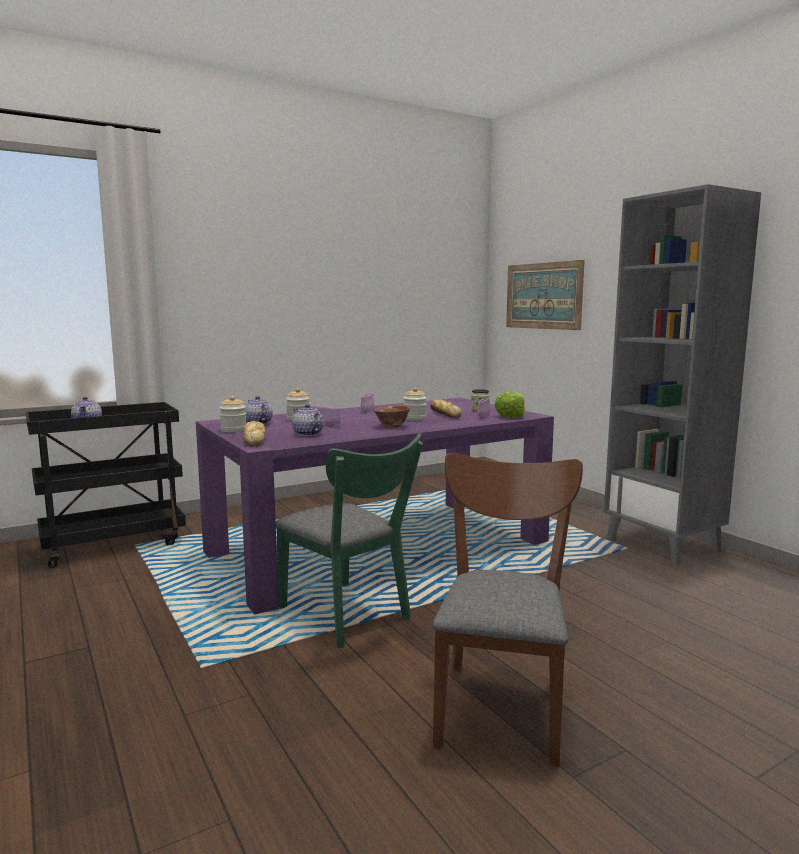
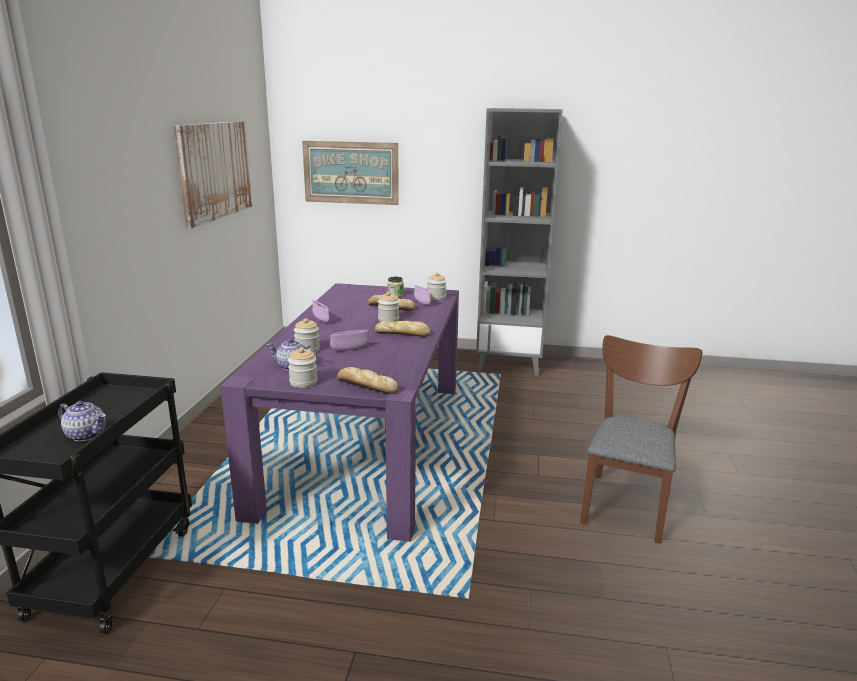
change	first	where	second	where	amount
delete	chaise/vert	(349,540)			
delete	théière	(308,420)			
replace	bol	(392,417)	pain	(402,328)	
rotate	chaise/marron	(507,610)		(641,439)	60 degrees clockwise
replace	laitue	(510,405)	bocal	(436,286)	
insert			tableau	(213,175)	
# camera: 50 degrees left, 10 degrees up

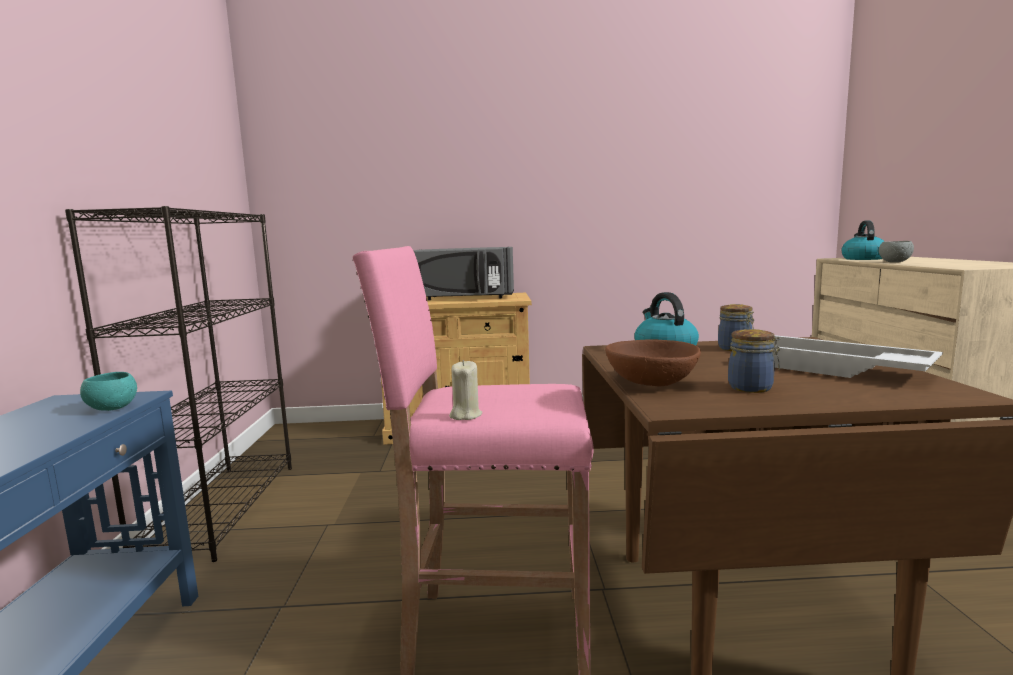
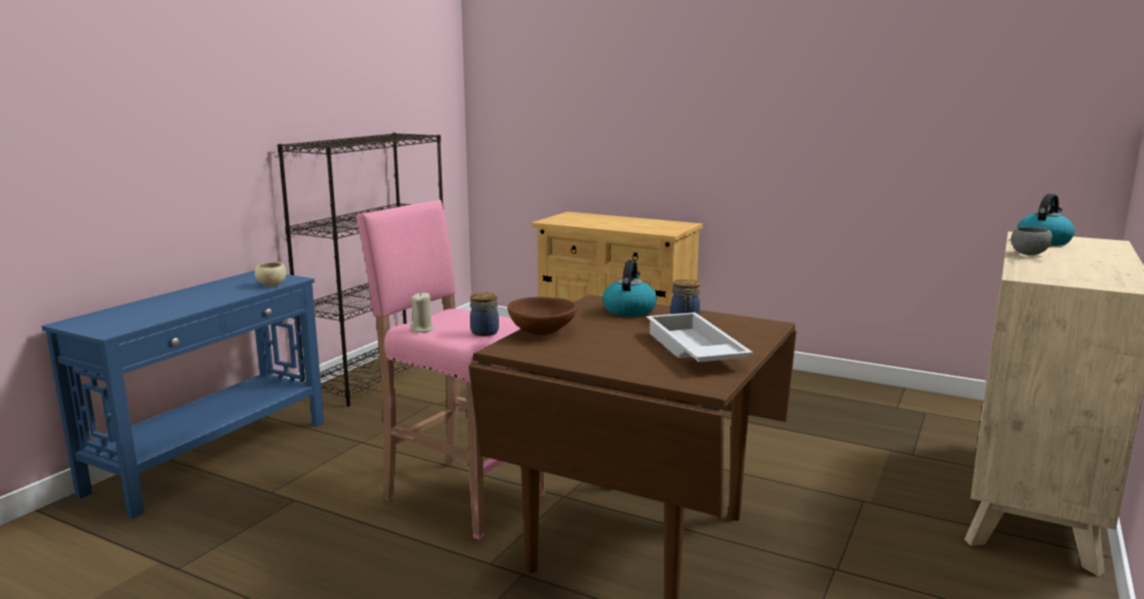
change	first	where	second	where	amount
recolor	bol/turquoise	(108,391)	bol/beige	(270,274)	
delete	micro-ondes/gris	(463,273)			
move	bocal	(754,361)		(484,314)	
# camera: 30 degrees right, 5 degrees up

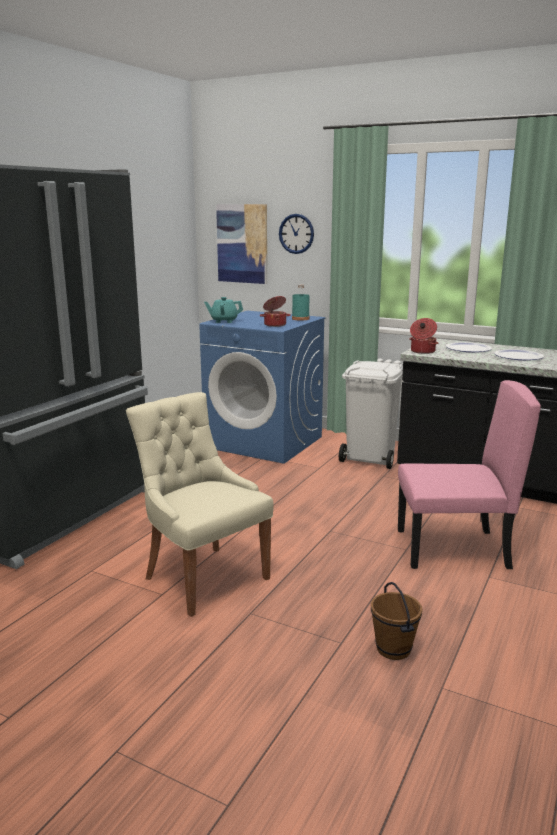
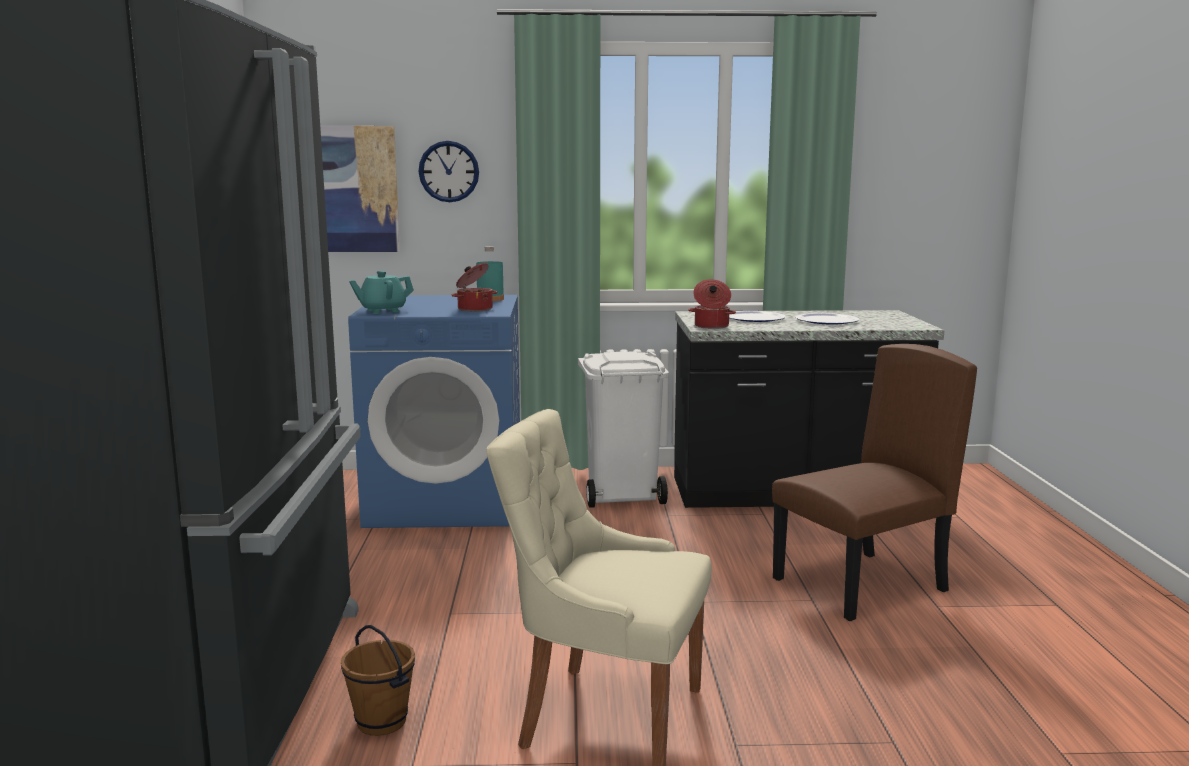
change	first	where	second	where	amount
move	seau/marron	(397,621)		(378,680)	
recolor	chaise/rose	(469,474)	chaise/marron	(874,482)	
# camera: 30 degrees left, 5 degrees down

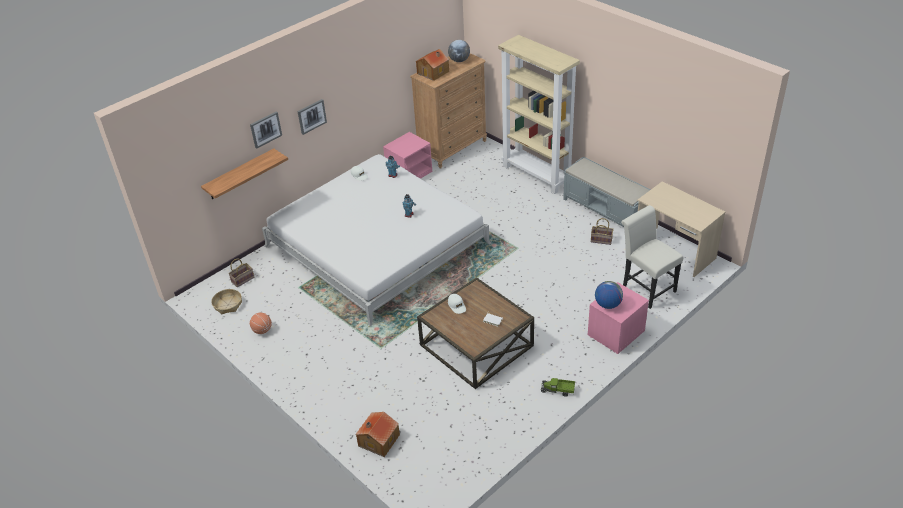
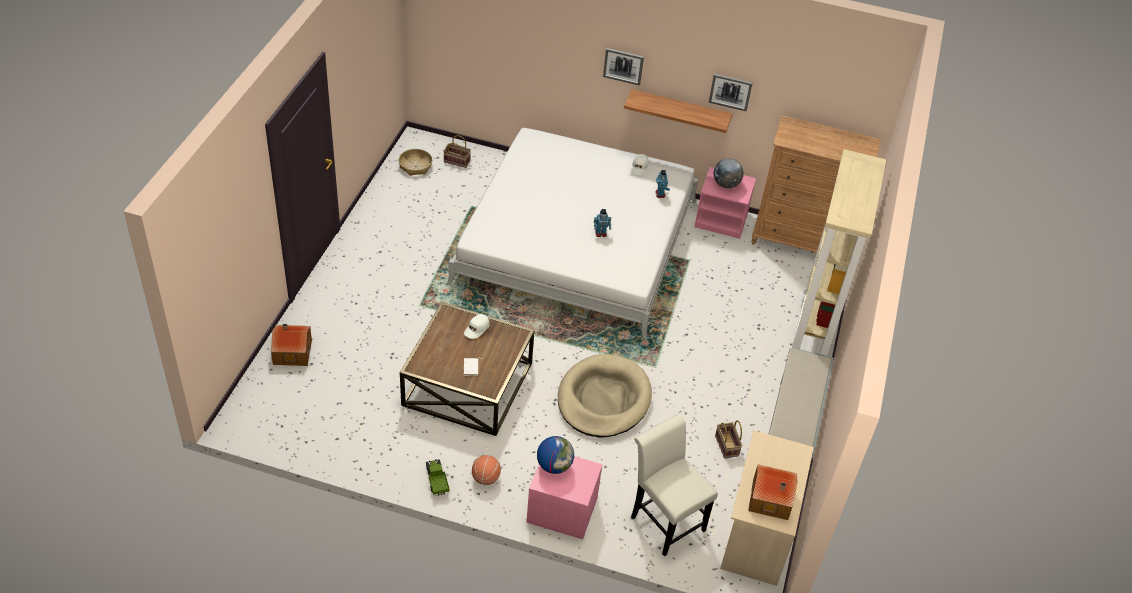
change	first	where	second	where	amount
move	étagère	(244,173)		(678,111)	
move	tableau	(266,130)		(731,92)	
move	ballon de basket	(261,323)		(486,470)	
move	maison miniature	(432,65)		(773,492)	
move	globe	(459,51)		(729,173)	
rotate	chaise/blanc	(652,257)		(674,485)	60 degrees counterclockwise
insert			panier pour chien/beige	(605,395)	
# camera: 55 degrees right, 5 degrees up

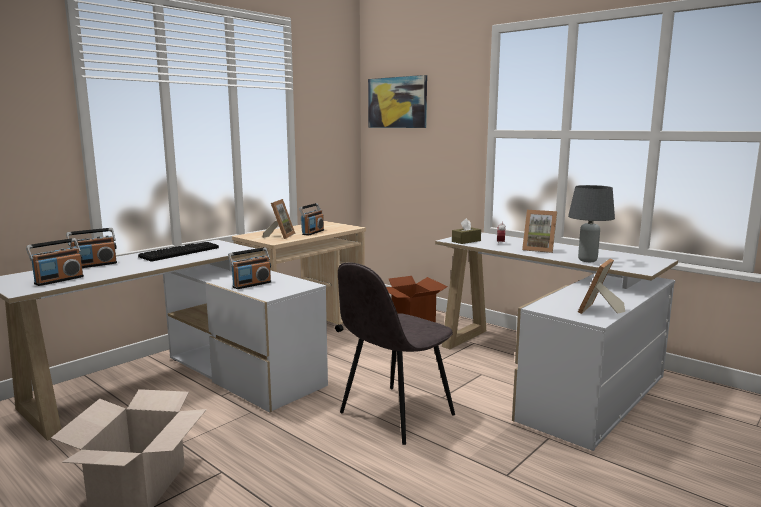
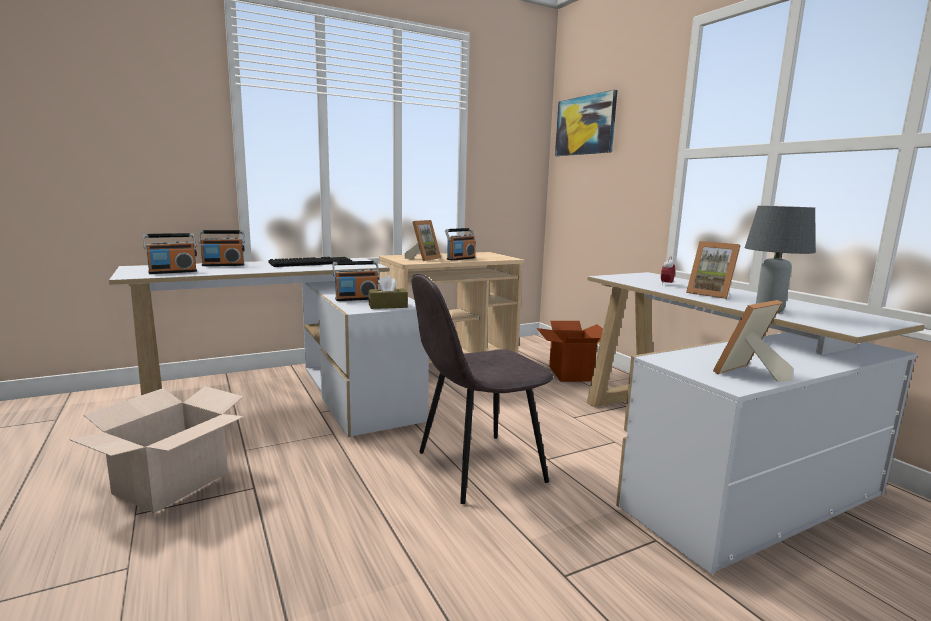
change	first	where	second	where	amount
move	boîte à mouchoirs/marron	(466,231)		(388,292)	
# camera: 20 degrees right, 0 degrees up

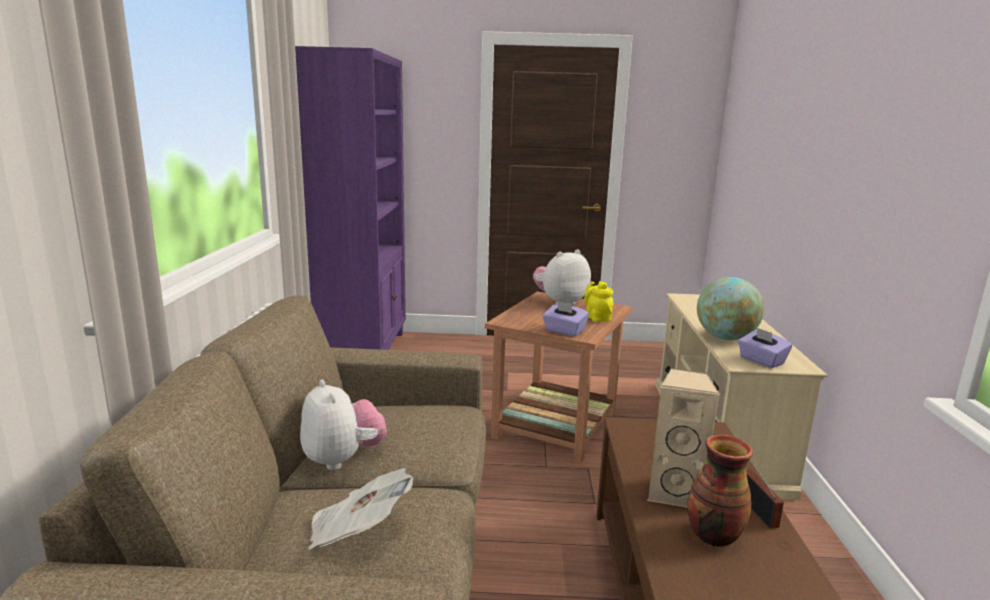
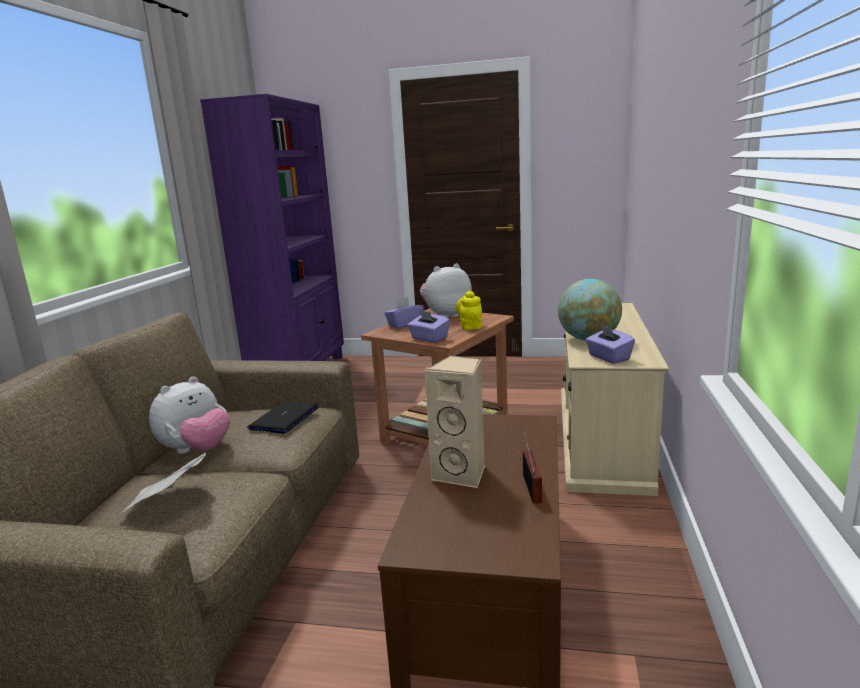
change	first	where	second	where	amount
rotate	peluche	(343,424)		(189,415)	60 degrees clockwise
delete	vase	(720,491)			
insert			ordinateur portable	(283,417)	
insert			boîte à mouchoirs/violet	(404,313)	
# camera: 10 degrees right, 0 degrees up

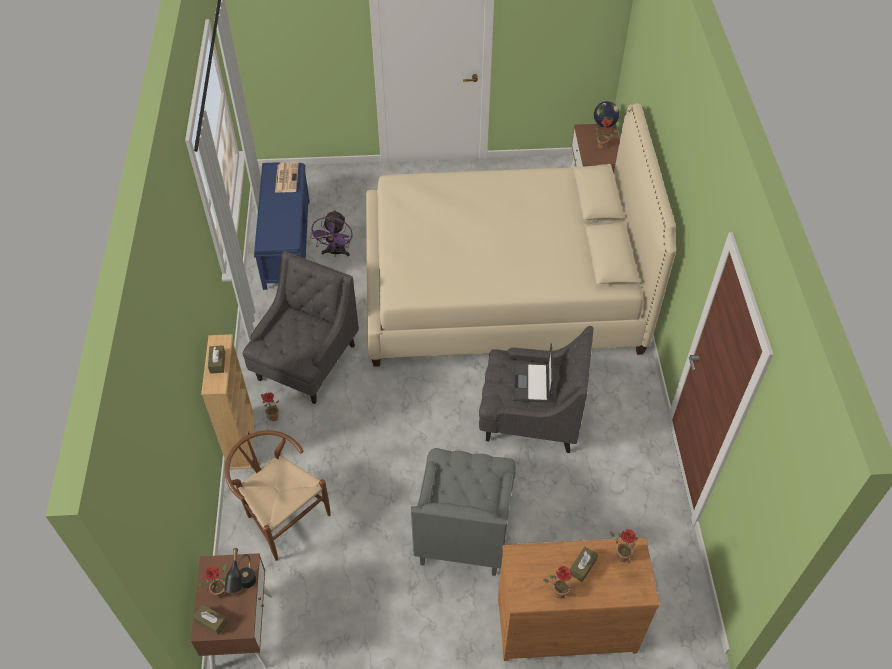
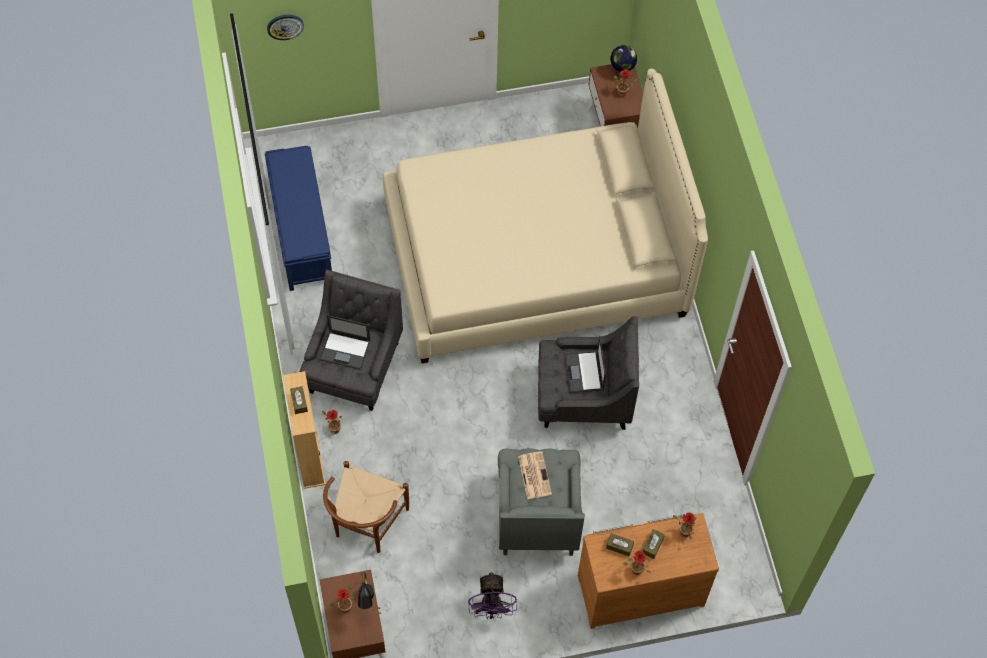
change	first	where	second	where	amount
move	boîte à mouchoirs/marron	(210,619)		(620,544)	
rotate	chaise/marron	(278,495)		(366,507)	105 degrees counterclockwise
move	journal	(287,177)		(535,475)	
move	ventilateur/violet	(331,233)		(492,595)	
insert			horloge murale	(285,27)	
insert			ordinateur portable	(345,342)	
# camera: 10 degrees left, 10 degrees up

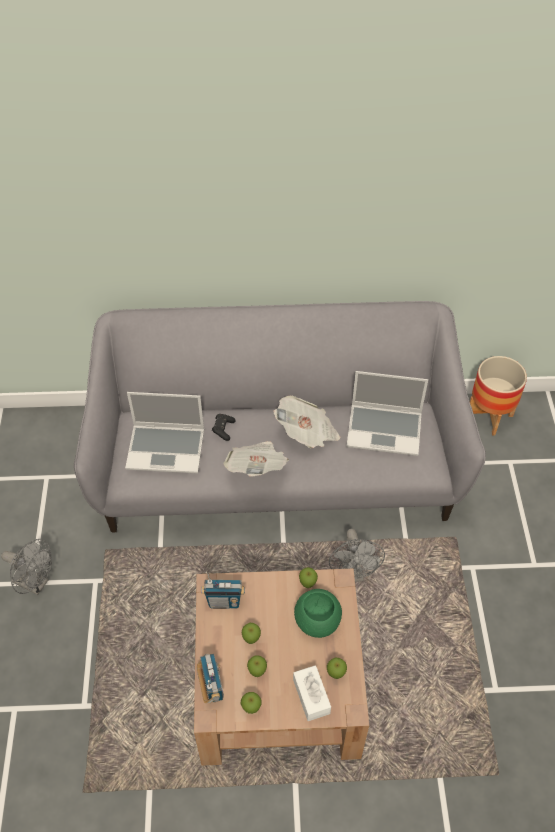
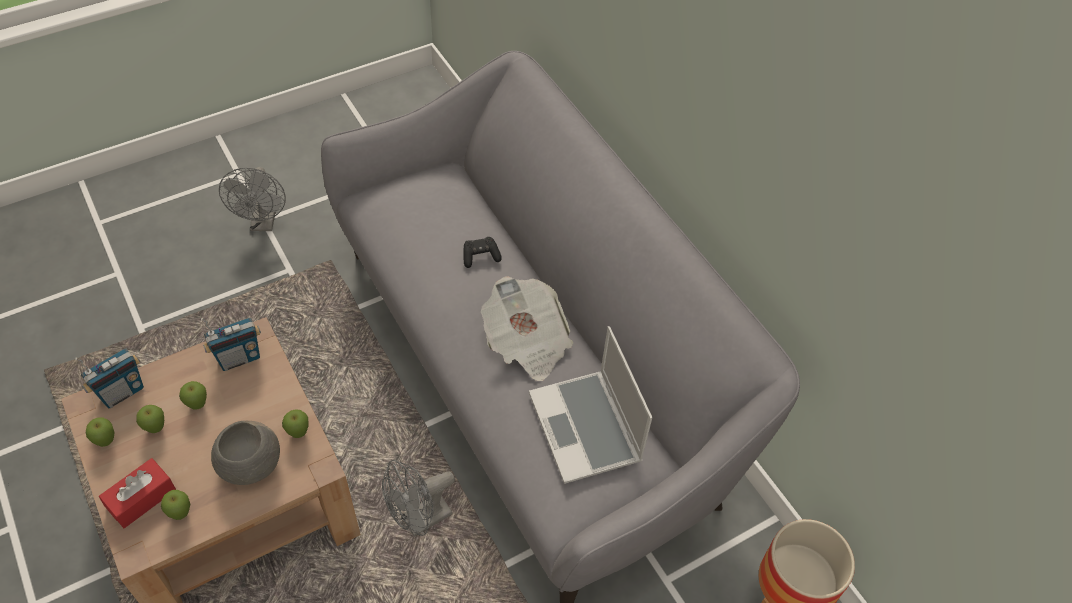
change	first	where	second	where	amount
delete	ordinateur portable	(164,433)			
rotate	radio	(223,590)		(231,344)	90 degrees counterclockwise
delete	journal	(256,459)			
recolor	boîte à mouchoirs/blanc	(312,693)	boîte à mouchoirs/rouge	(137,493)	
recolor	bol/vert	(318,613)	bol/gris	(245,453)	
# camera: 60 degrees right, 0 degrees up

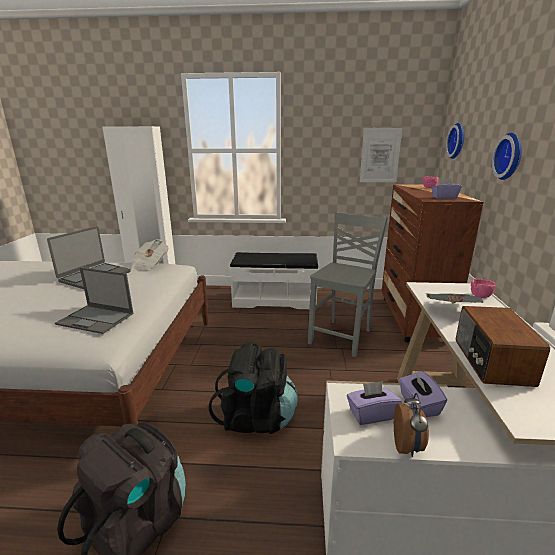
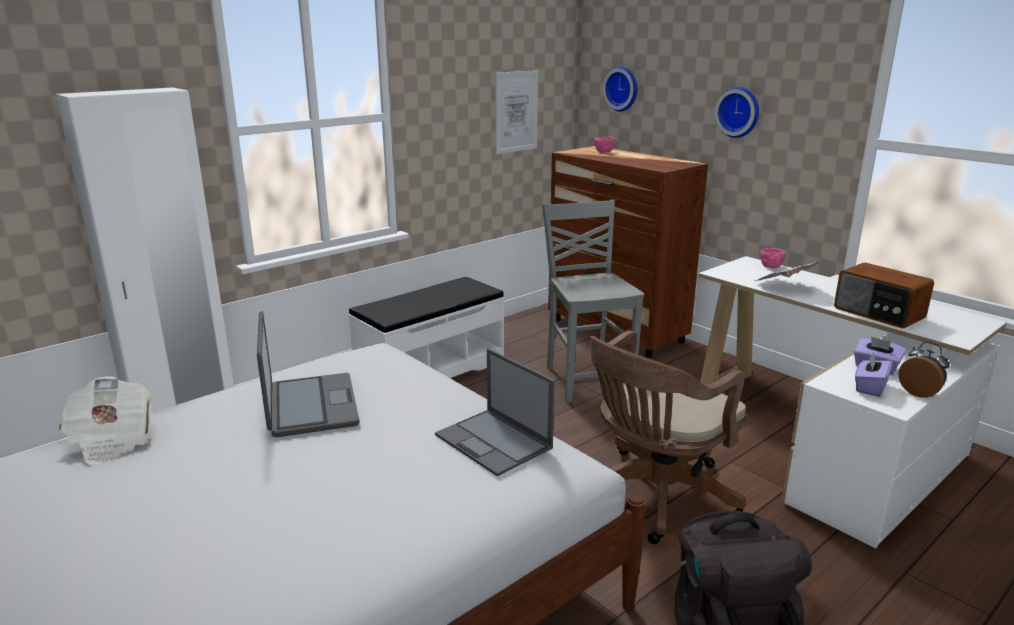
change	first	where	second	where	amount
rotate	ordinateur portable	(94,300)		(495,412)	75 degrees clockwise
move	journal	(149,255)		(105,420)	
replace	sac à dos/noir	(253,388)	chaise de bureau/marron	(669,437)	
delete	boîte à mouchoirs/violet	(446,188)			
# camera: 45 degrees left, 0 degrees up

